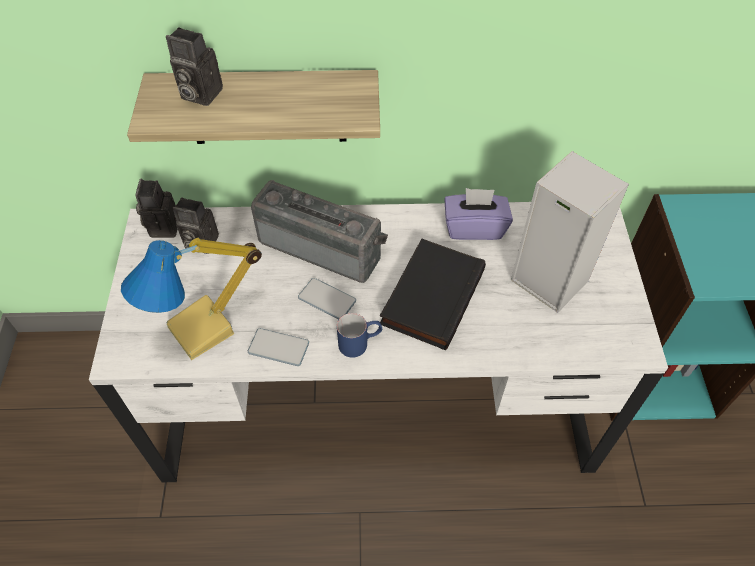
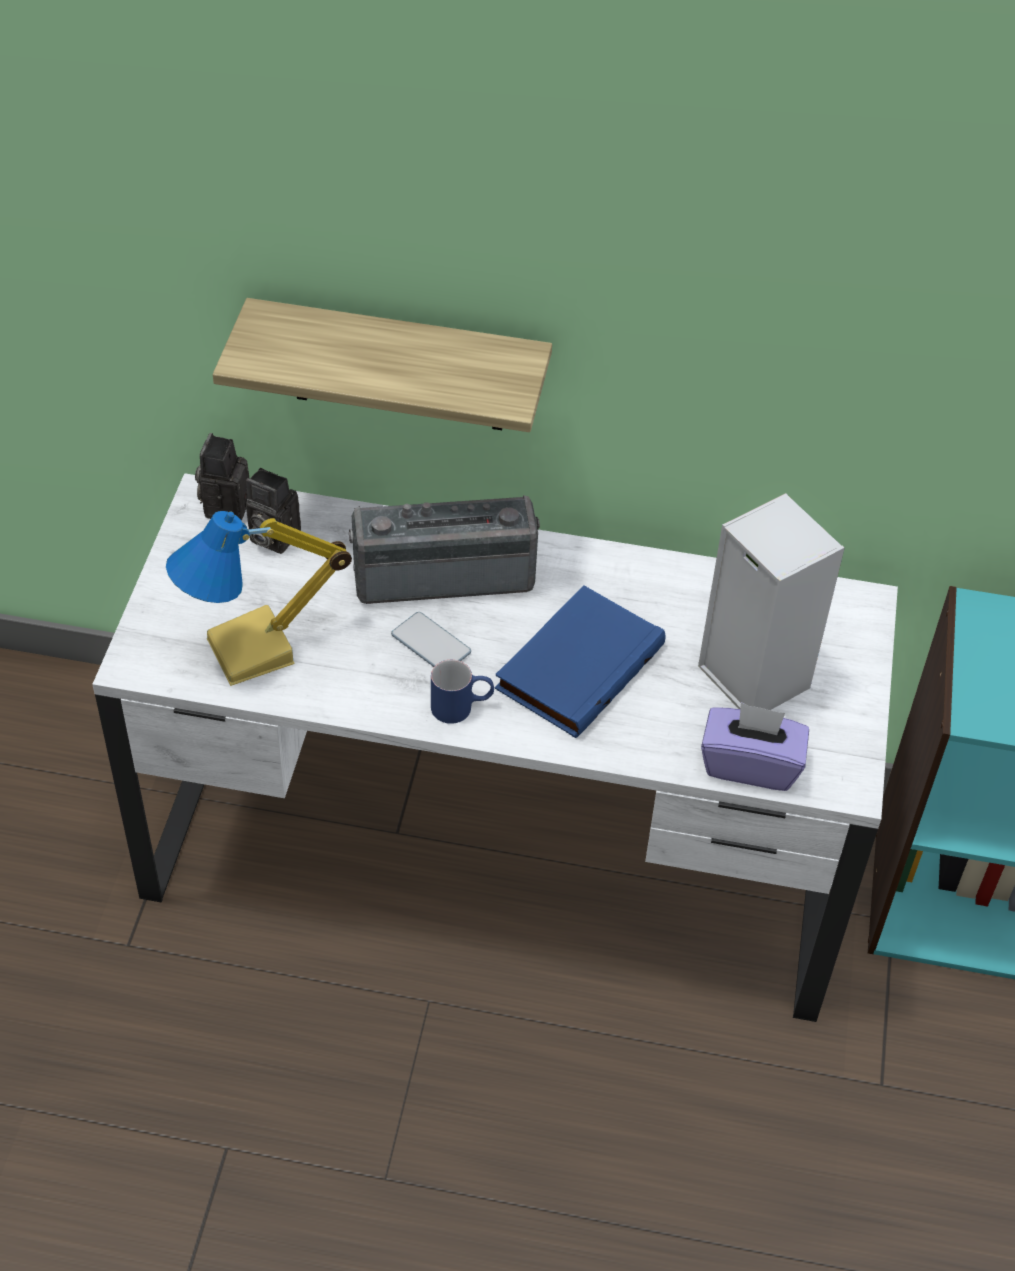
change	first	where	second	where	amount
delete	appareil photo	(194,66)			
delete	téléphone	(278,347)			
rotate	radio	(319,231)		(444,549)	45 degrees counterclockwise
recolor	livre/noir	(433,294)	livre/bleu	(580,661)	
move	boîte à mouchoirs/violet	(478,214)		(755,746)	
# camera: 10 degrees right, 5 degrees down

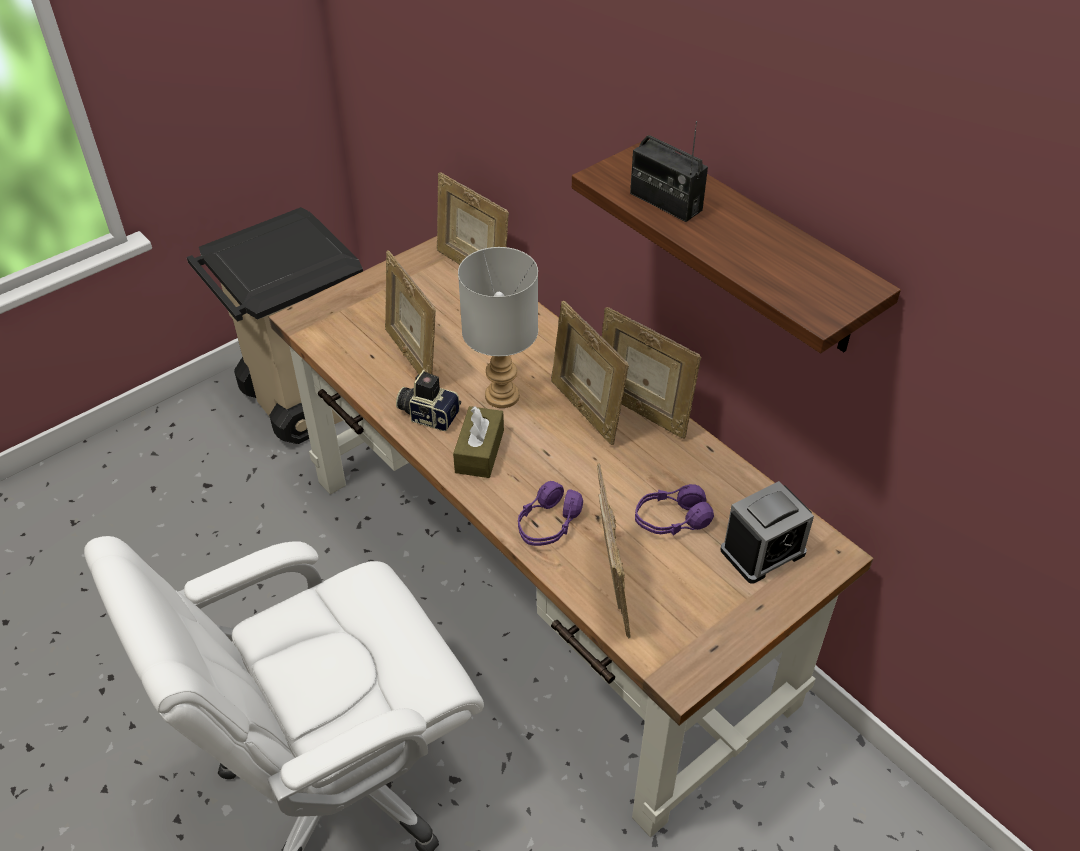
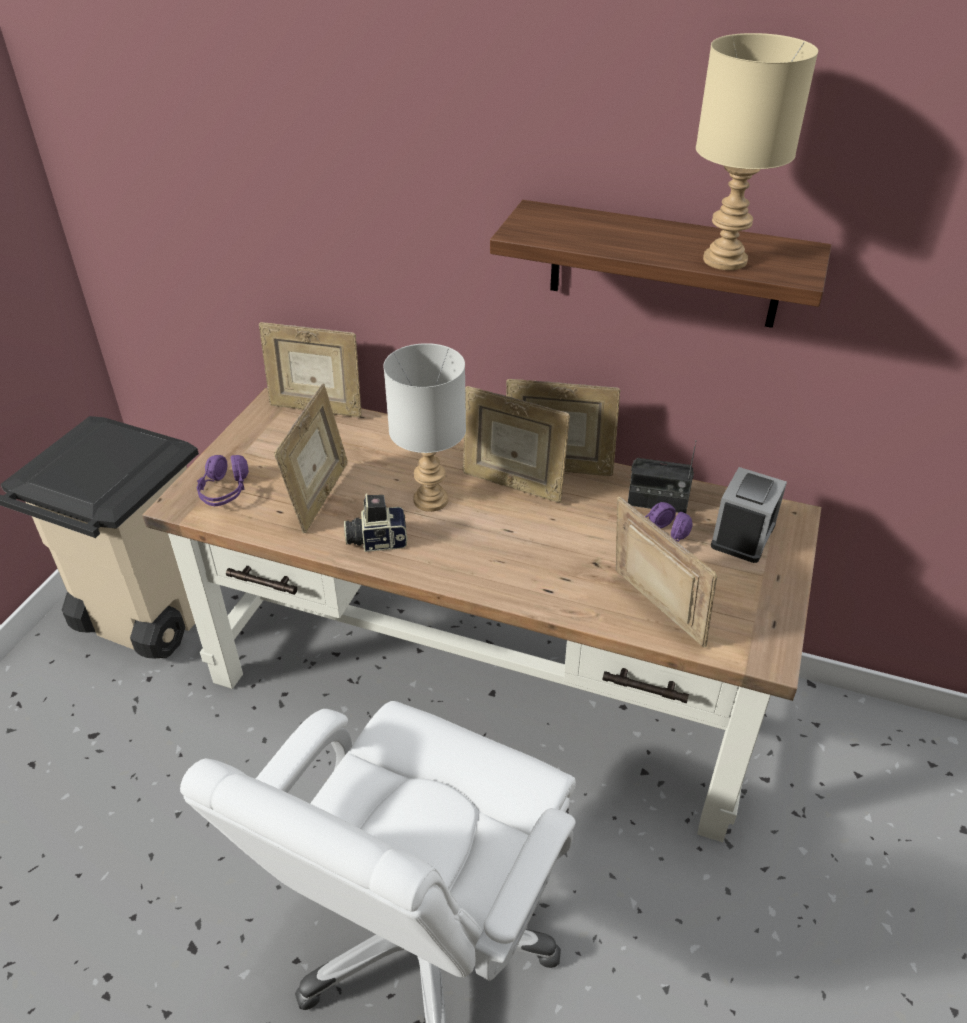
change	first	where	second	where	amount
rotate	cadre photo	(410,312)		(311,458)	105 degrees counterclockwise
delete	boîte à mouchoirs/marron	(478,442)			
move	casque audio/violet	(550,513)		(223,480)	
move	radio	(669,171)		(662,476)	
insert			lampe de table/beige	(757,151)	
# camera: 30 degrees left, 5 degrees down

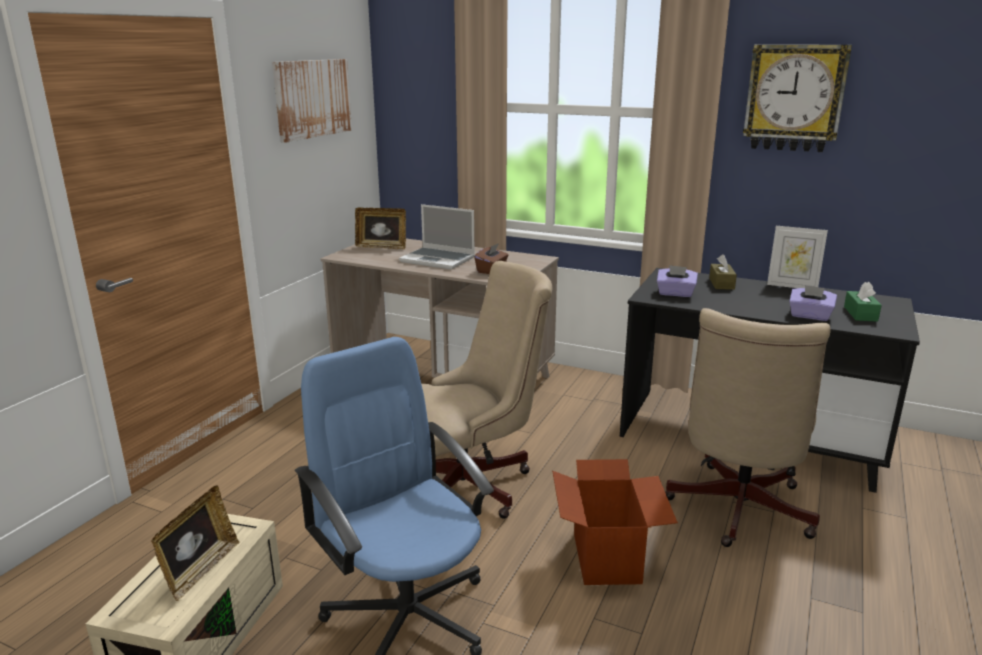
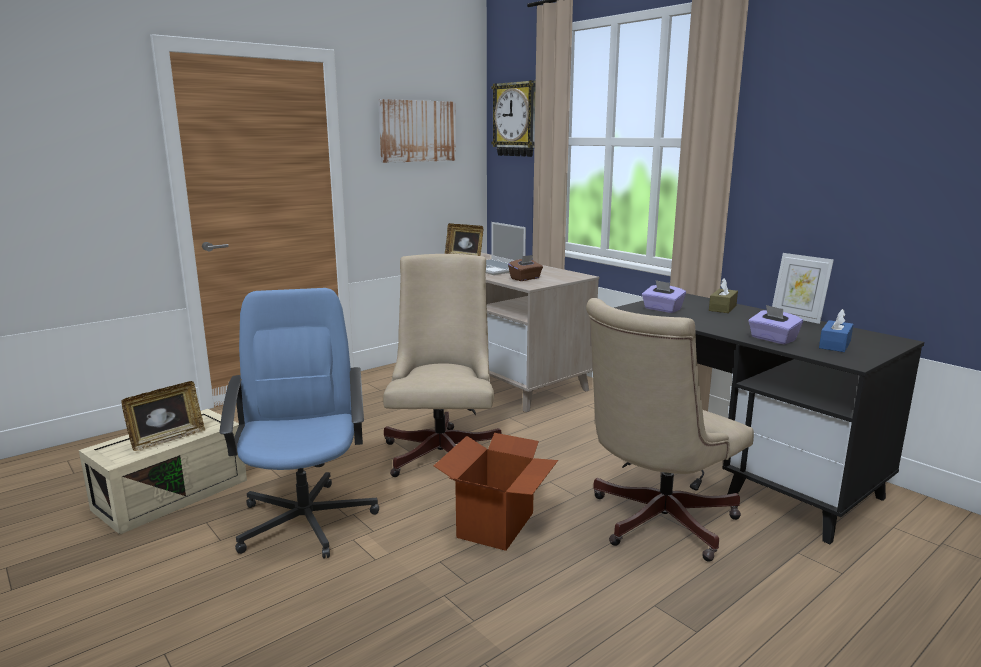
change	first	where	second	where	amount
rotate	chaise de bureau/beige	(487,390)		(442,365)	90 degrees counterclockwise
move	horloge murale	(797,98)		(513,118)	
recolor	boîte à mouchoirs/vert	(863,301)	boîte à mouchoirs/bleu	(836,330)	
# camera: 25 degrees right, 5 degrees down

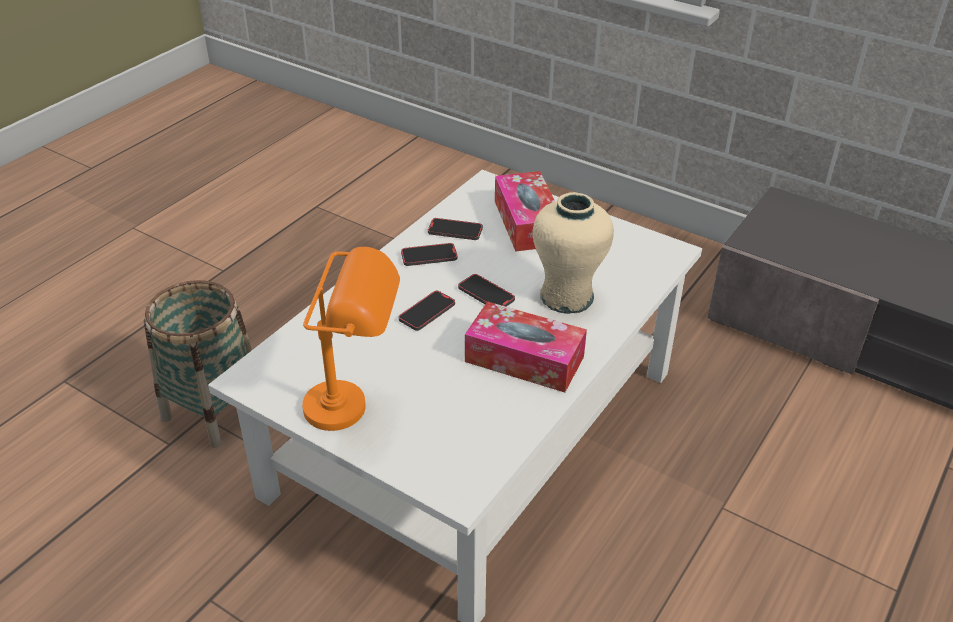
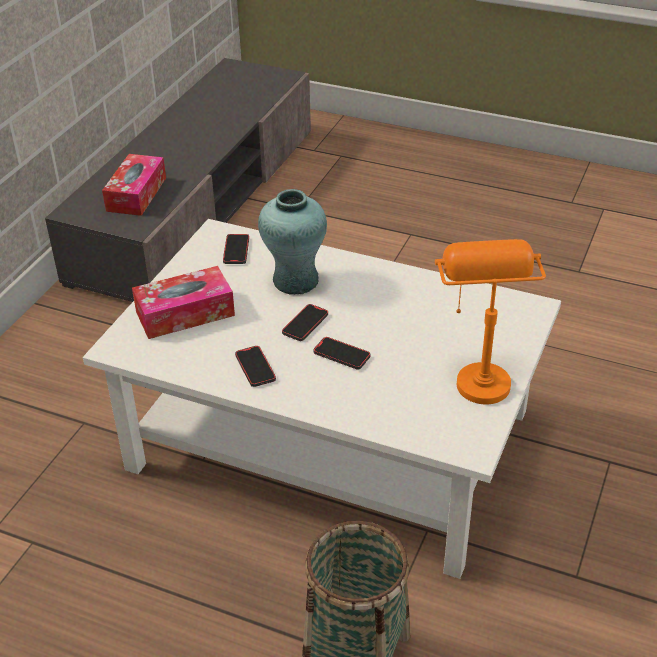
change	first	where	second	where	amount
move	téléphone	(455,229)		(236,249)	
move	boîte à mouchoirs	(526,346)		(134,185)	
recolor	vase/beige	(573,253)	vase/turquoise	(292,242)	
# camera: 100 degrees left, 0 degrees up

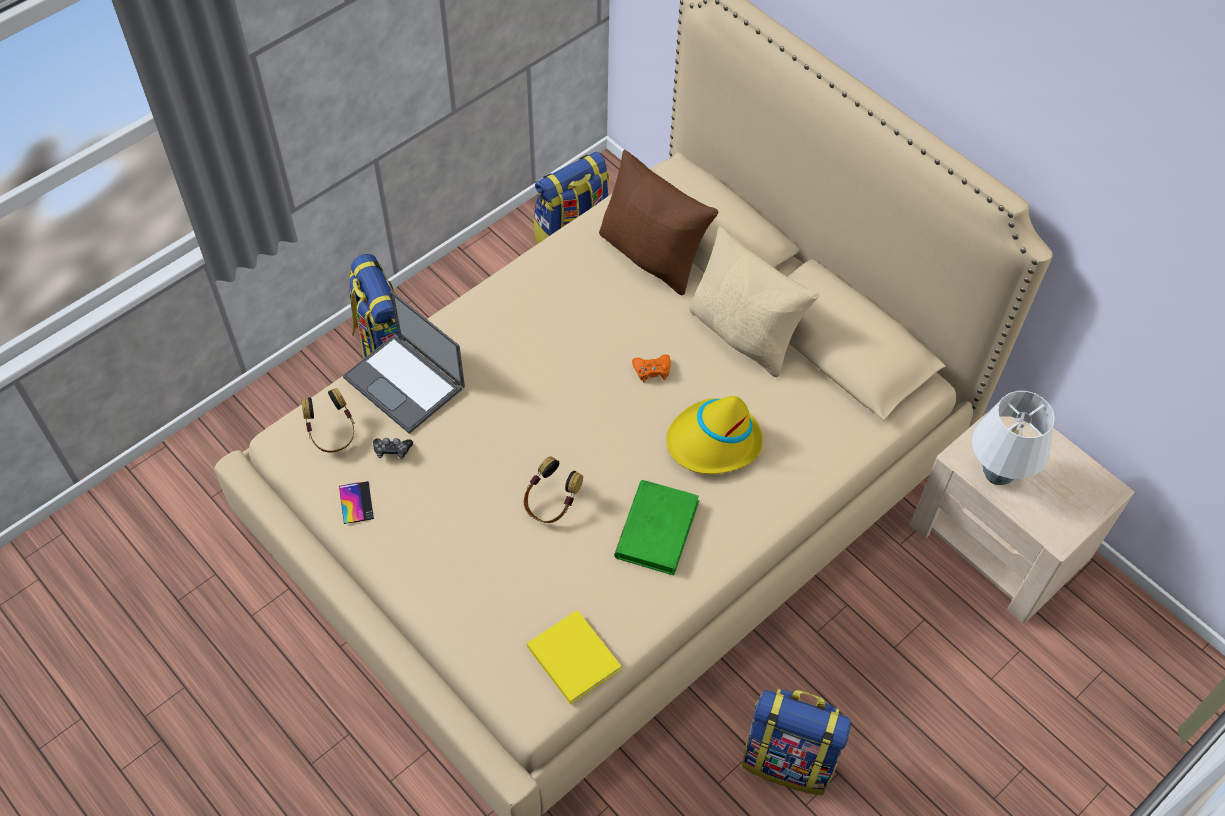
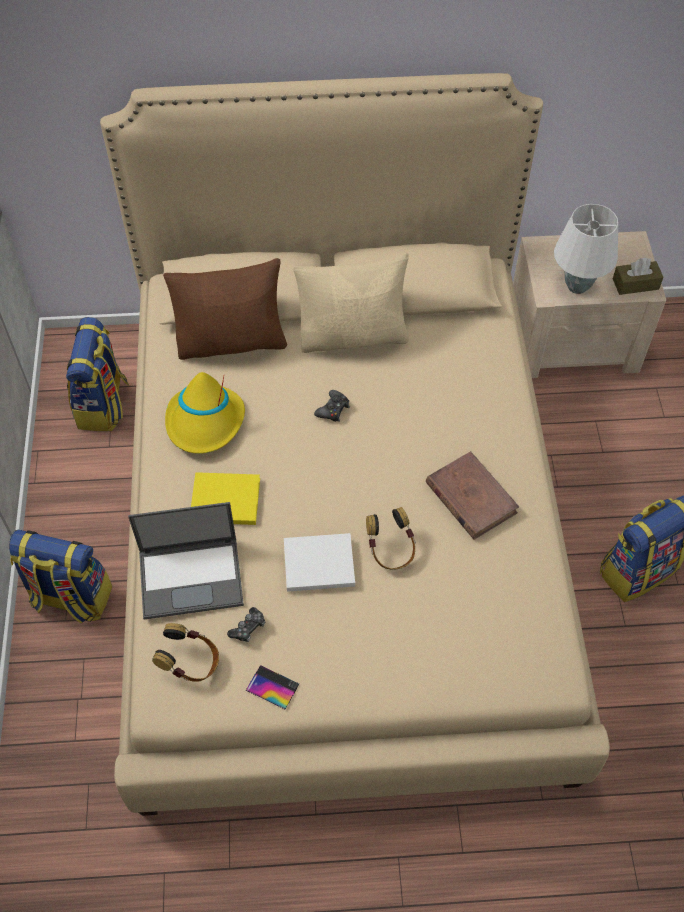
change	first	where	second	where	amount
move	livre/jaune	(574,657)		(225,498)	
recolor	livre/vert	(657,527)	livre/marron	(472,495)	
recolor	manette/orange	(651,368)	manette/noir	(332,406)	
move	chapeau/jaune	(714,435)		(205,413)	
insert			livre/blanc	(319,562)	
insert			boîte à mouchoirs/marron	(638,276)	
# camera: 50 degrees left, 0 degrees up

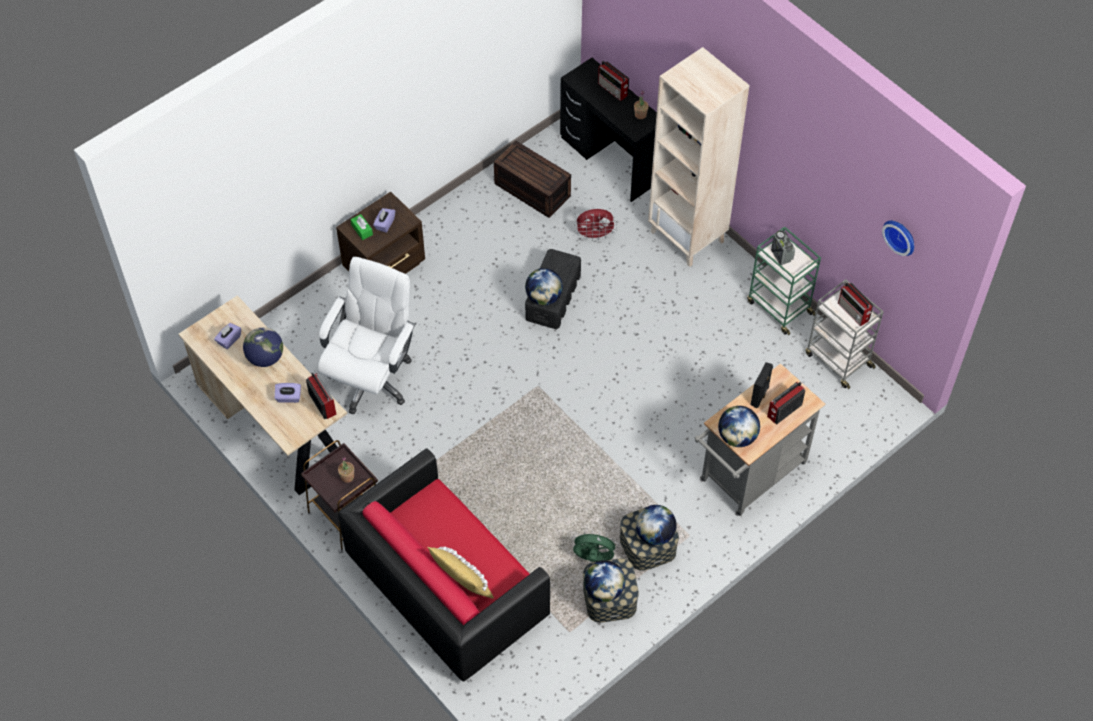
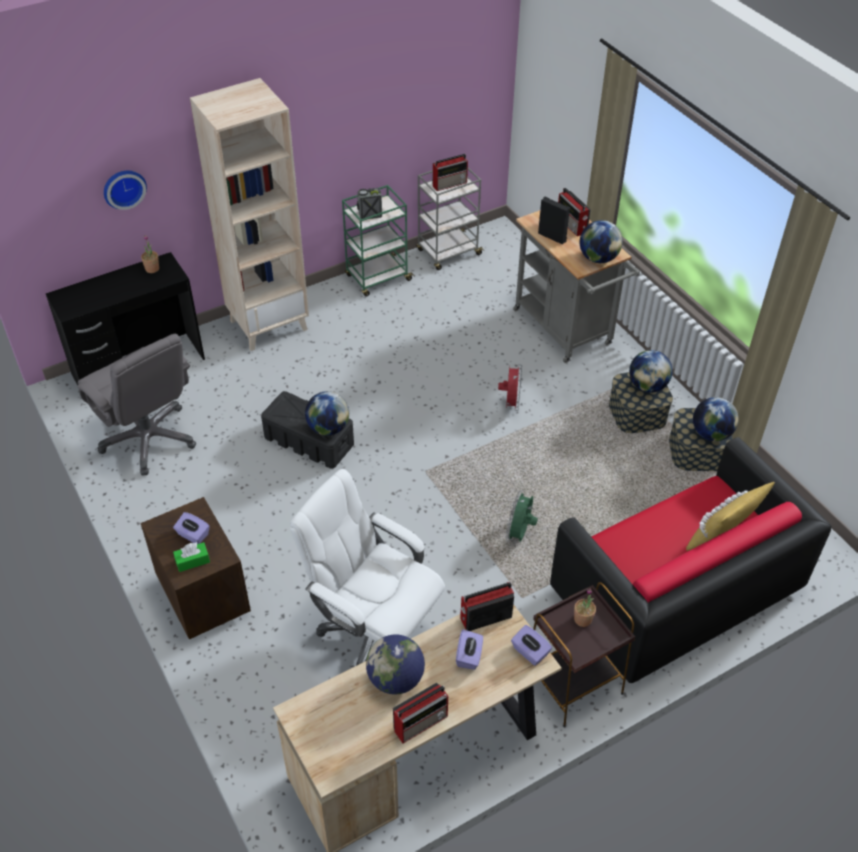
change	first	where	second	where	amount
move	boîte à mouchoirs/violet	(227,336)		(531,645)	
replace	boîte de rangement/marron	(532,179)	chaise de bureau/gris	(136,404)	
move	ventilateur/vert	(595,546)		(522,516)	
move	ventilateur/rouge	(596,225)		(510,387)	
move	radio	(613,81)		(420,713)	
move	horloge murale	(898,238)		(125,190)	
# camera: 80 degrees left, 10 degrees down

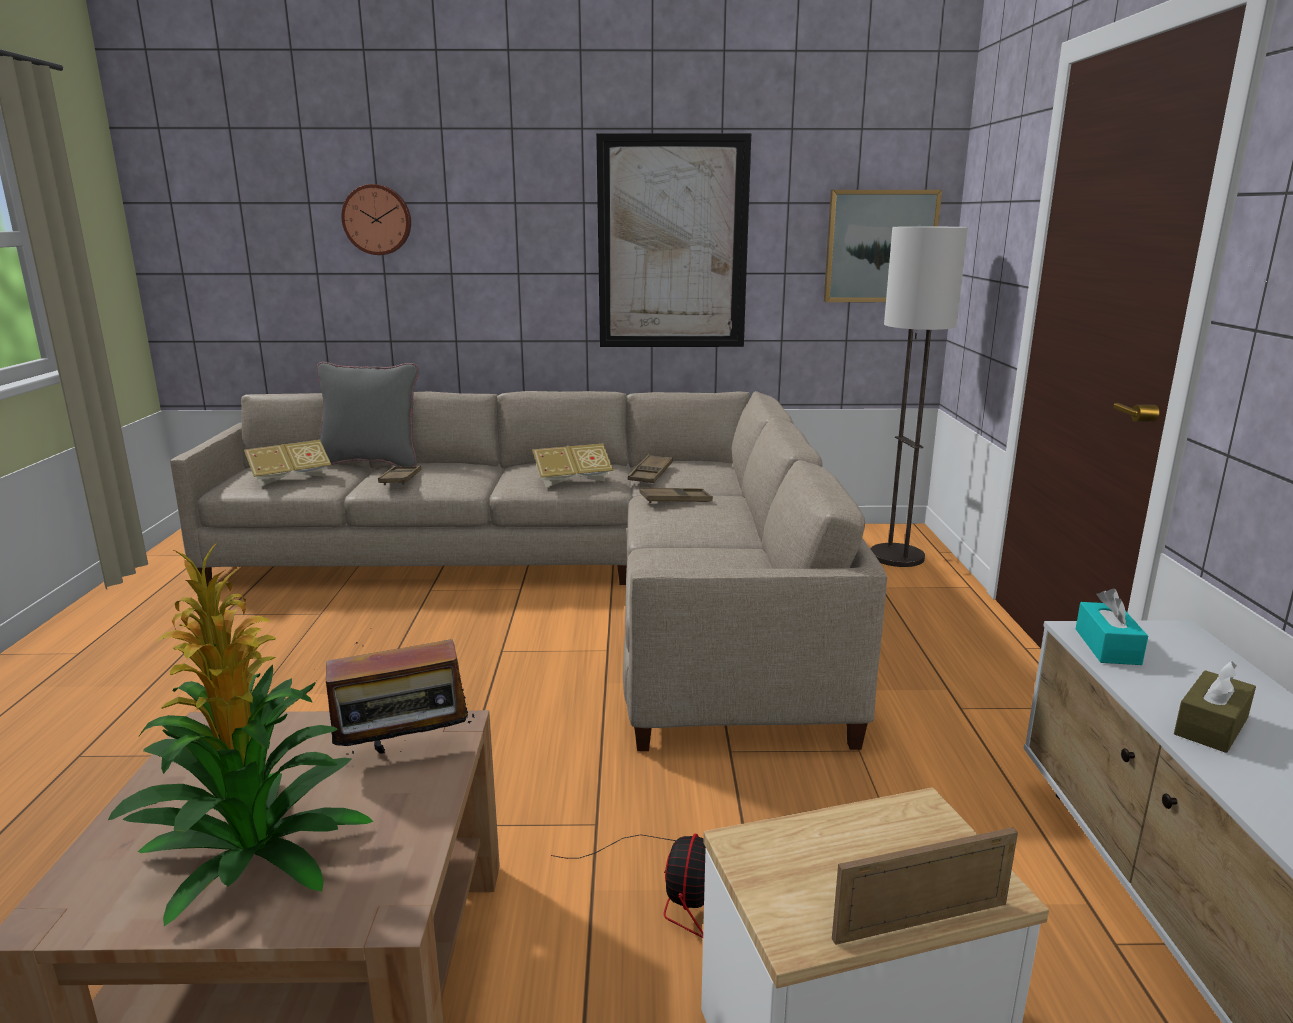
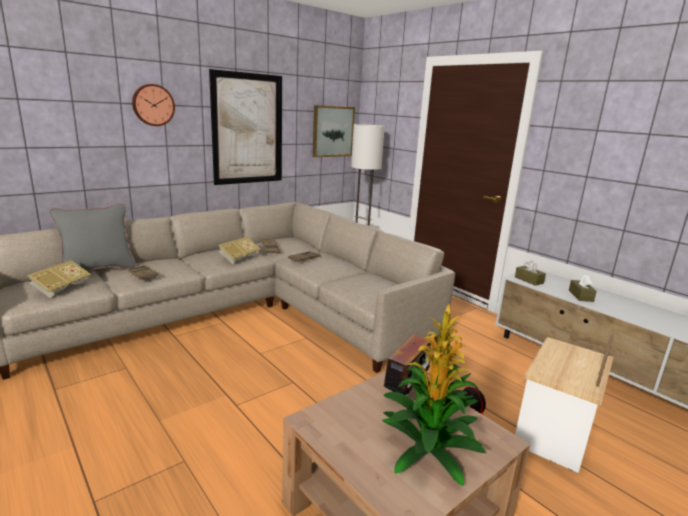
change	first	where	second	where	amount
move	horloge murale	(376,219)		(153,105)	
recolor	boîte à mouchoirs/turquoise	(1112,626)	boîte à mouchoirs/marron	(530,273)	
# camera: 40 degrees left, 0 degrees up

